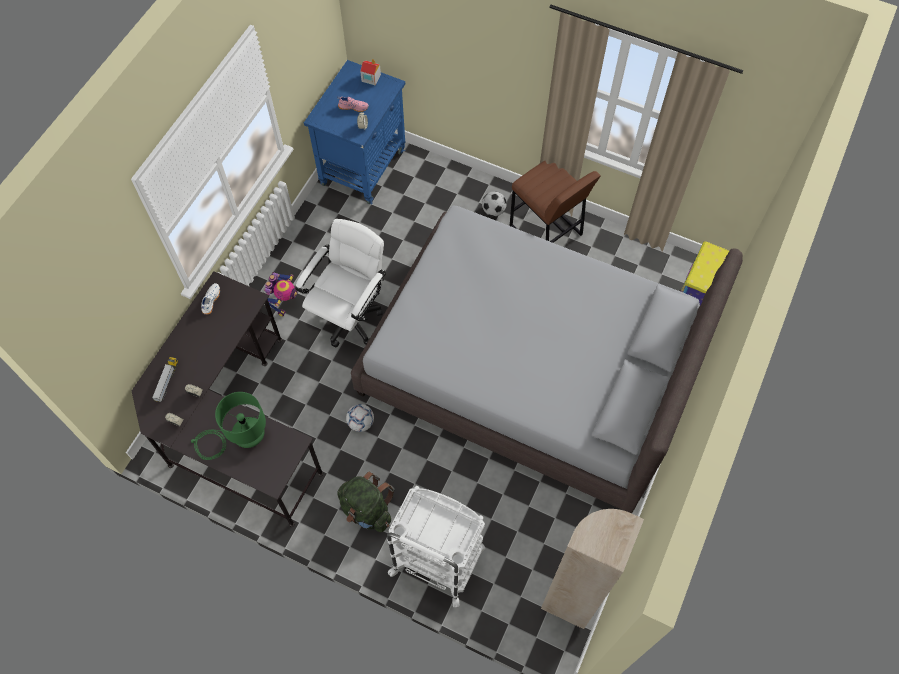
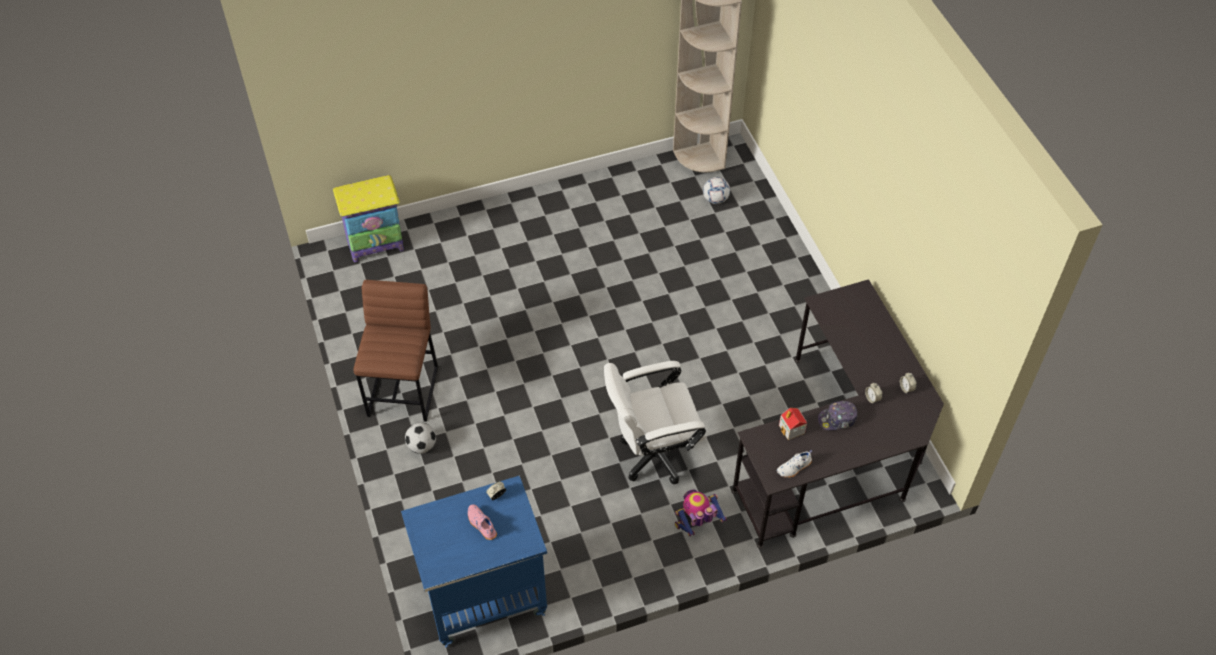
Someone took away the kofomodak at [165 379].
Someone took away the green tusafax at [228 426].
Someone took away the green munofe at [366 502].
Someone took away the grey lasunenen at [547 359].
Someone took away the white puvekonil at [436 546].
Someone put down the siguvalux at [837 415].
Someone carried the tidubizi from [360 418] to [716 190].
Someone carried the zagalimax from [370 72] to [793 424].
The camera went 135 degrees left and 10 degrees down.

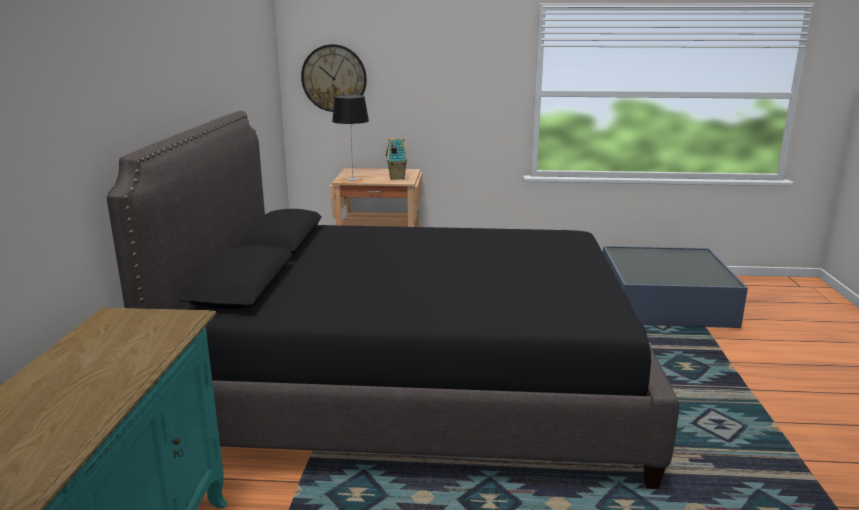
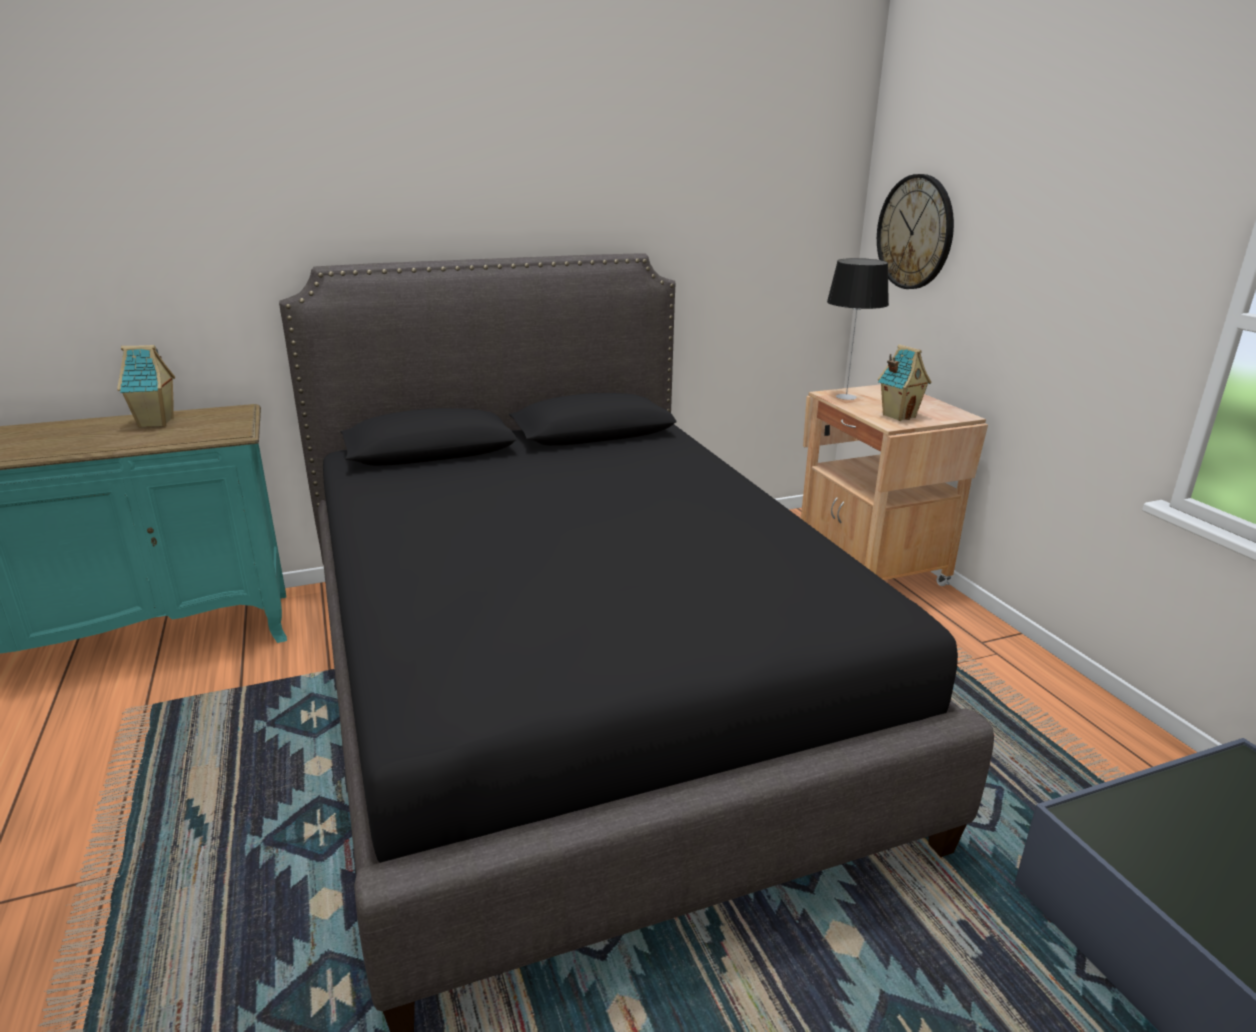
Someone put down the zagalimax at [146 386].
The camera went 65 degrees right and 5 degrees up.

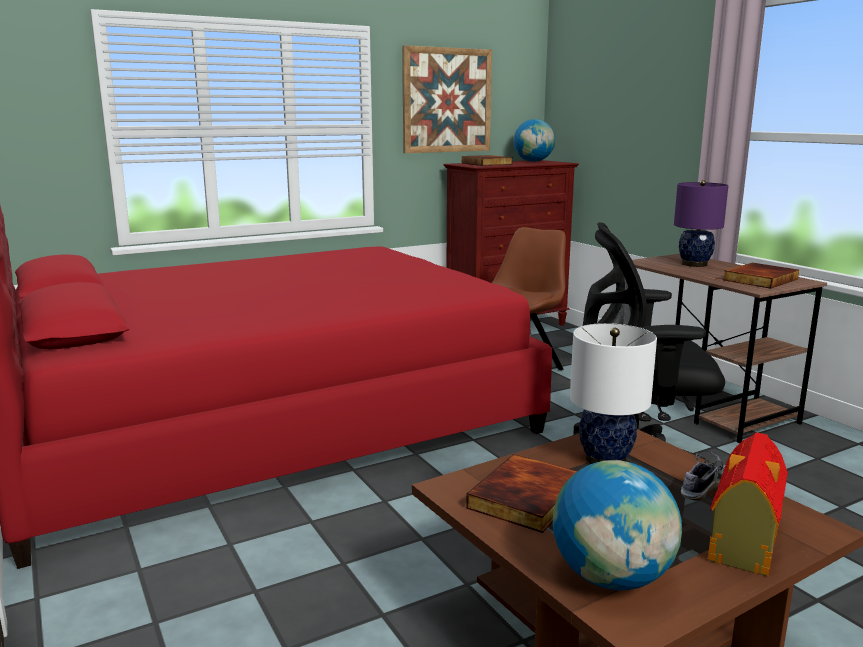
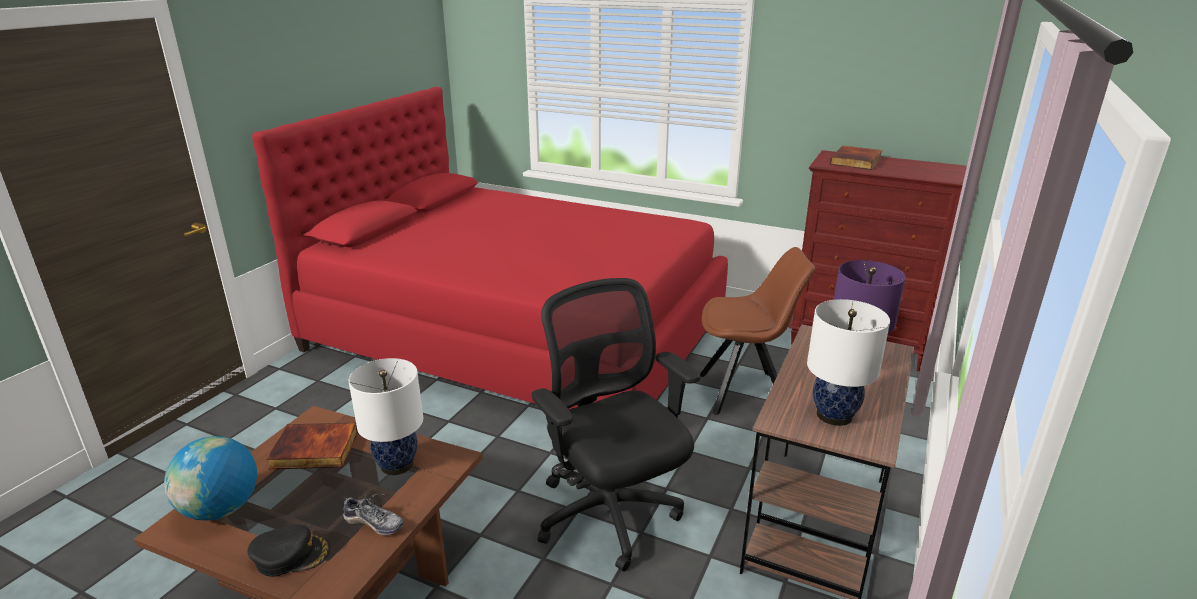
Someone took away the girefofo at [447 99].
Someone took away the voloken at [534 140].
Someone swapped the zagalimax at [748 504] for the black siguvalux at [288 550].
Someone swapped the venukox at [761 276] for the white tusafax at [848 362].
The camera went 55 degrees right and 10 degrees up.

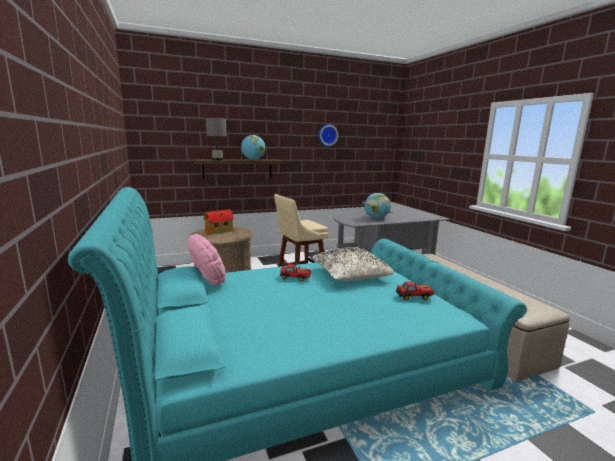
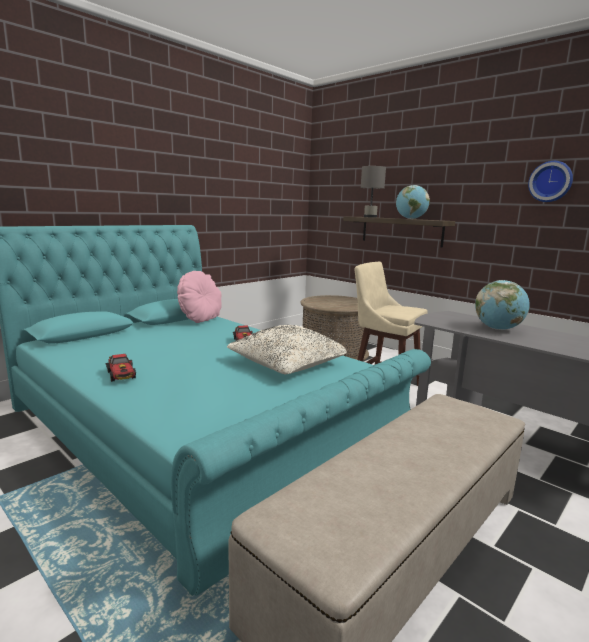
Someone took away the zagalimax at [219 222].
Someone carried the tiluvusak from [415 291] to [120 368].
The camera went 65 degrees right and 0 degrees up.

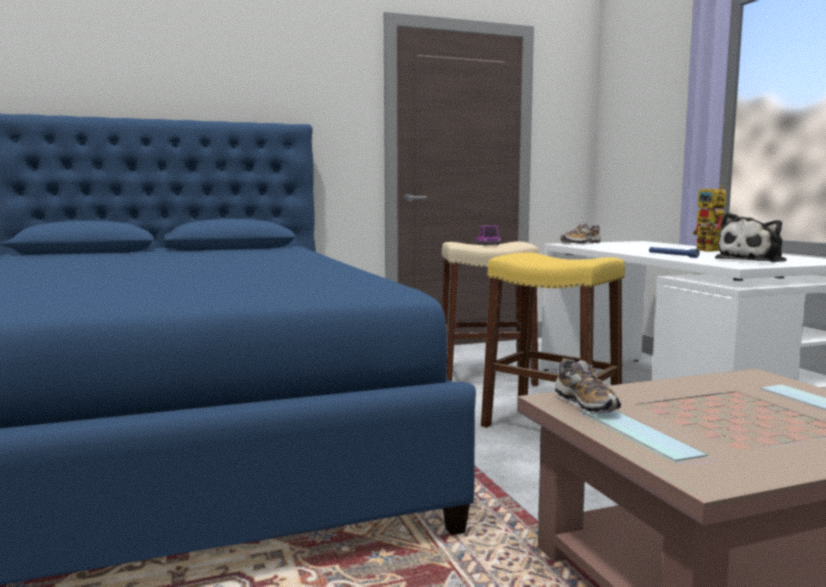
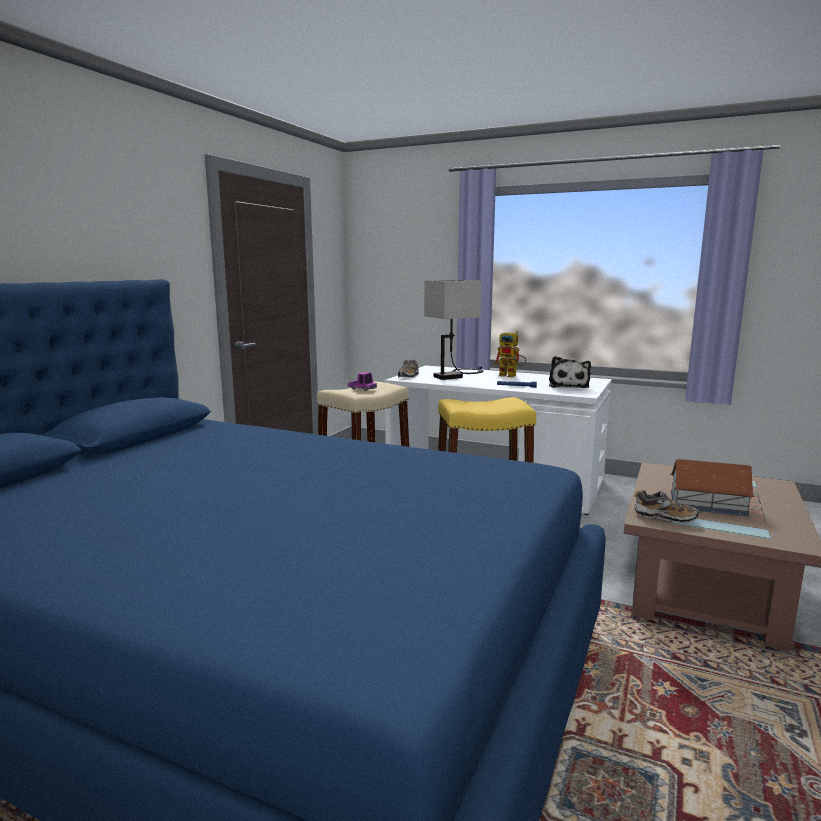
Someone put down the tusafax at [453 330].
Someone put down the zagalimax at [712 488].
The camera went 45 degrees left and 5 degrees up.

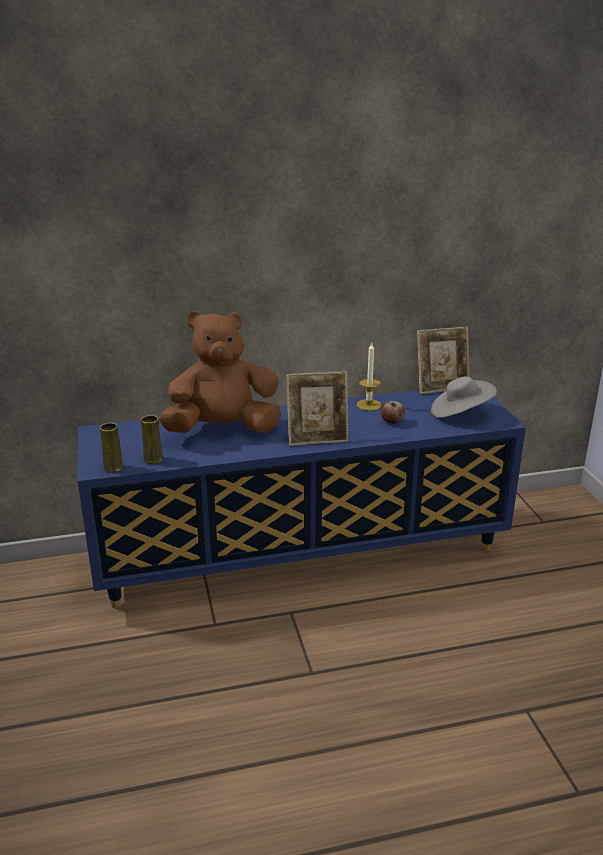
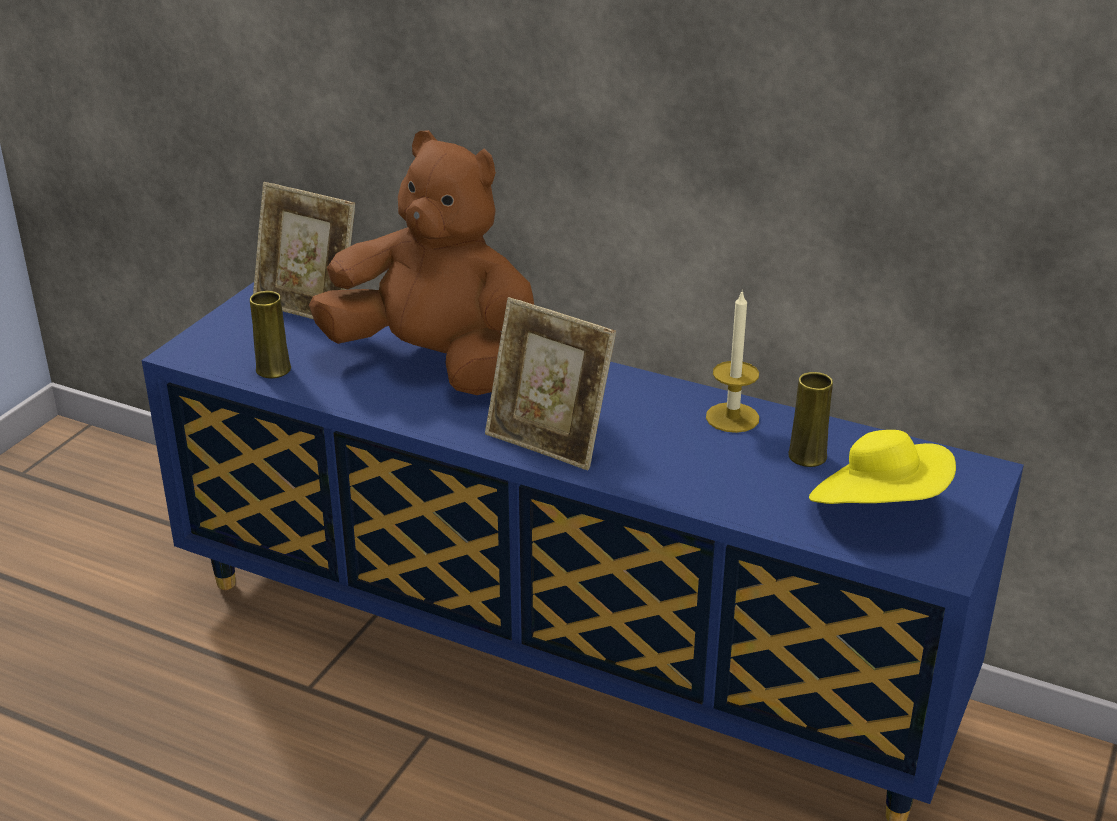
Someone took away the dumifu at [393 412].
Someone carried the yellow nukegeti from [112 448] to [810 419].
Someone carried the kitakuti from [443 360] to [304 250].
Someone repainted the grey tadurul at [464 397], which became the yellow tadurul at [882 467].
The camera went 40 degrees right and 5 degrees up.

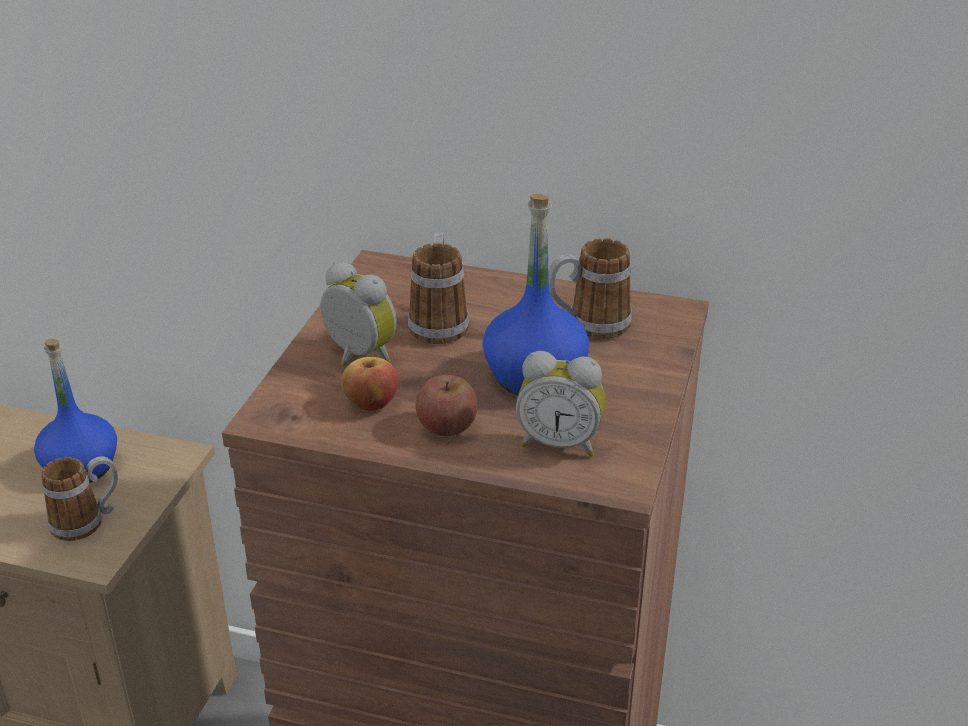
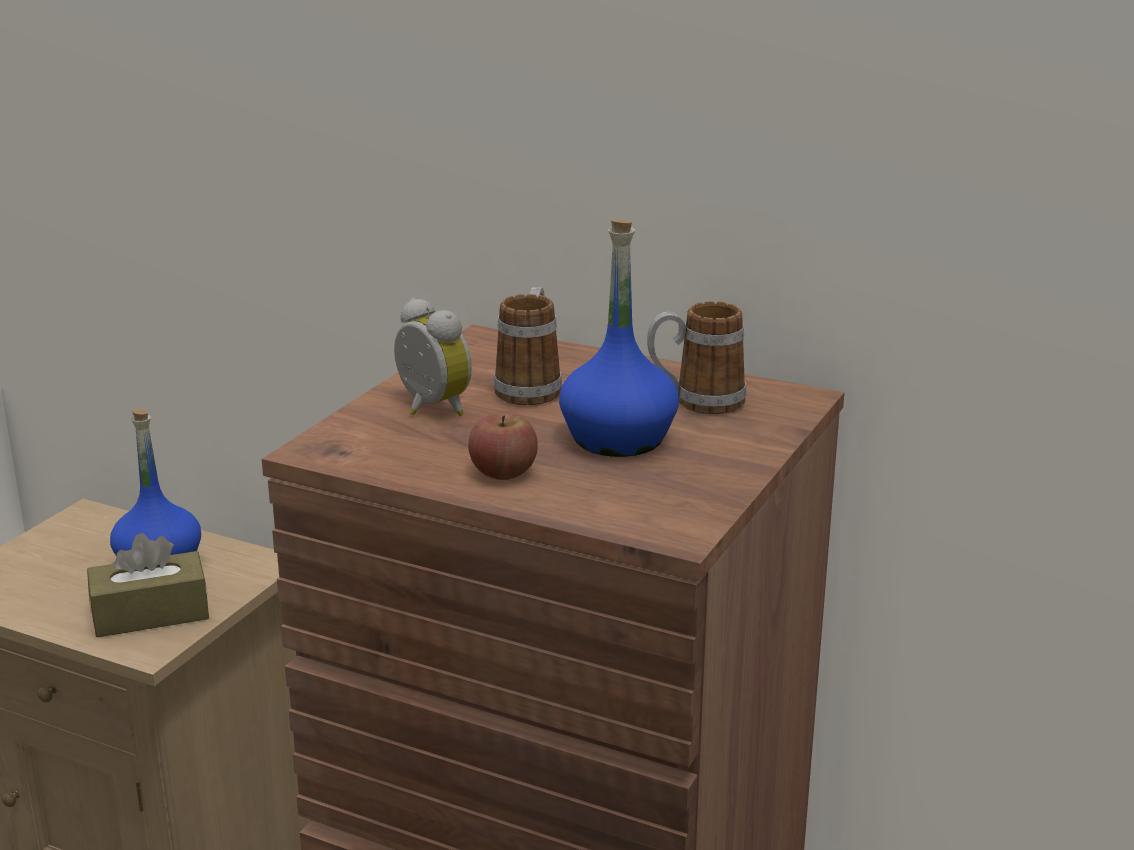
Someone took away the dumifu at [370 384].
Someone took away the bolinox at [560 404].
Someone swapped the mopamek at [79 498] for the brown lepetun at [148 585].
The camera went 10 degrees right and 10 degrees down.

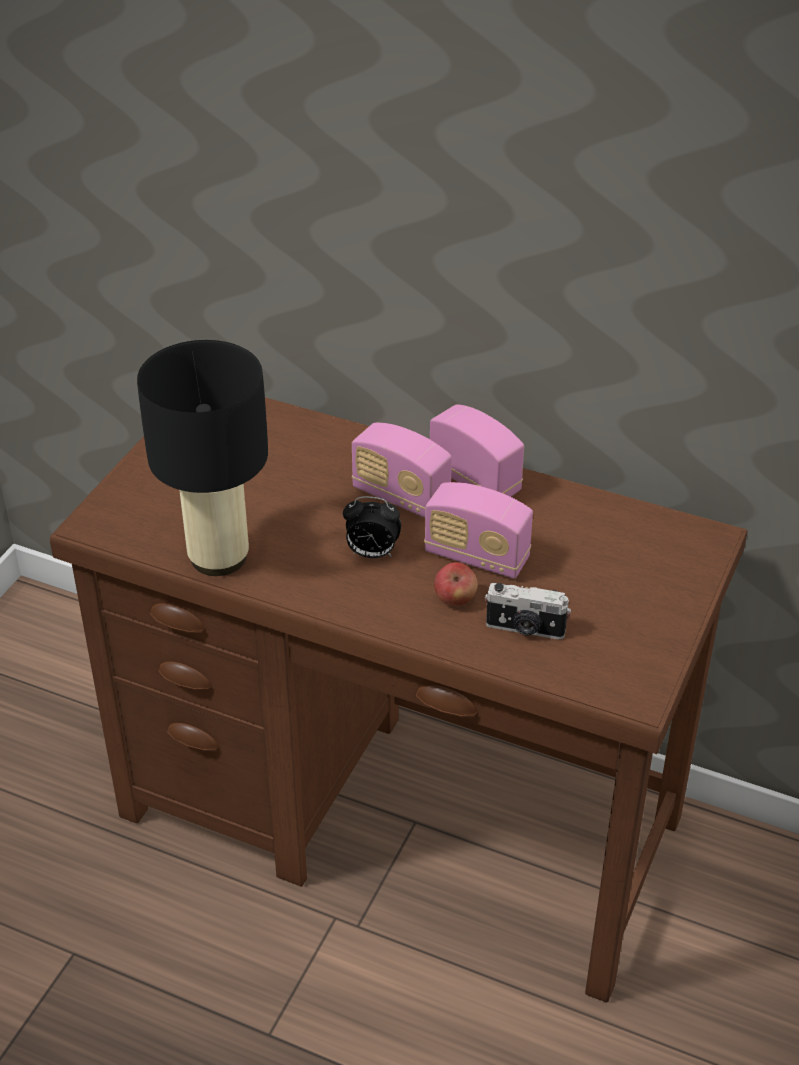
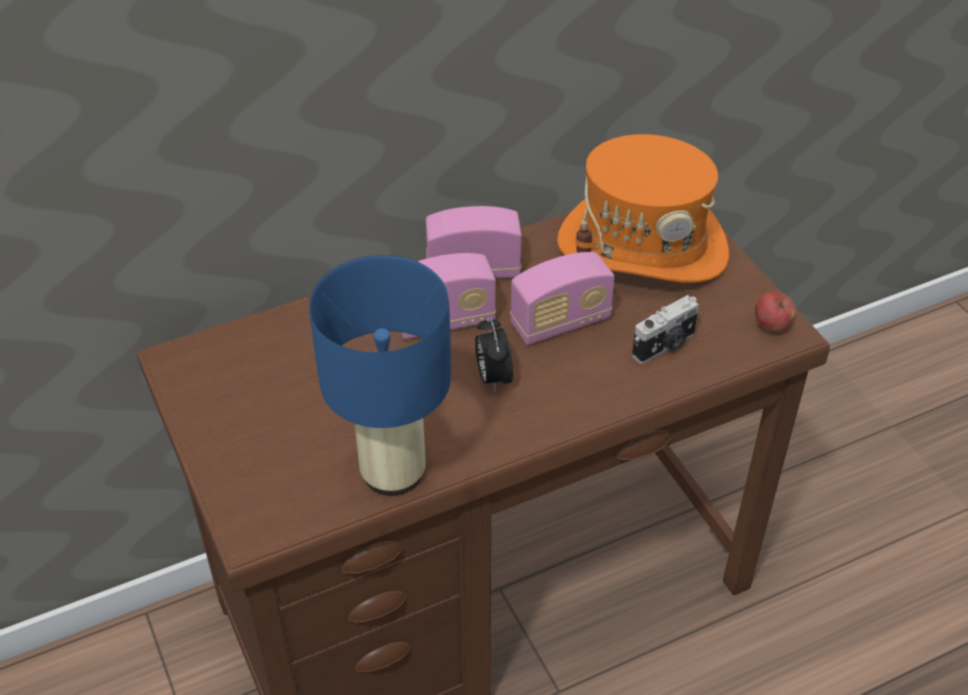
Someone put down the orange tadurul at [643 208].
Someone carried the dumifu from [456 584] to [775 311].
Someone repainted the black tusafax at [202 458], which became the blue tusafax at [380 375].
Someone rotated the bolinox at [372 527] by 120 degrees clockwise.
The camera went 50 degrees left and 5 degrees up.

